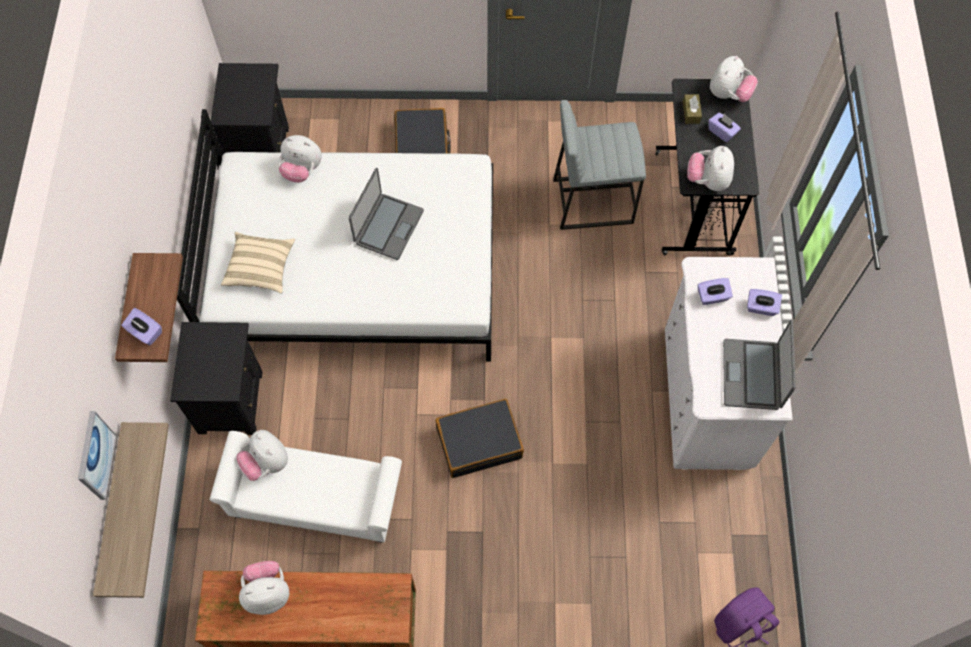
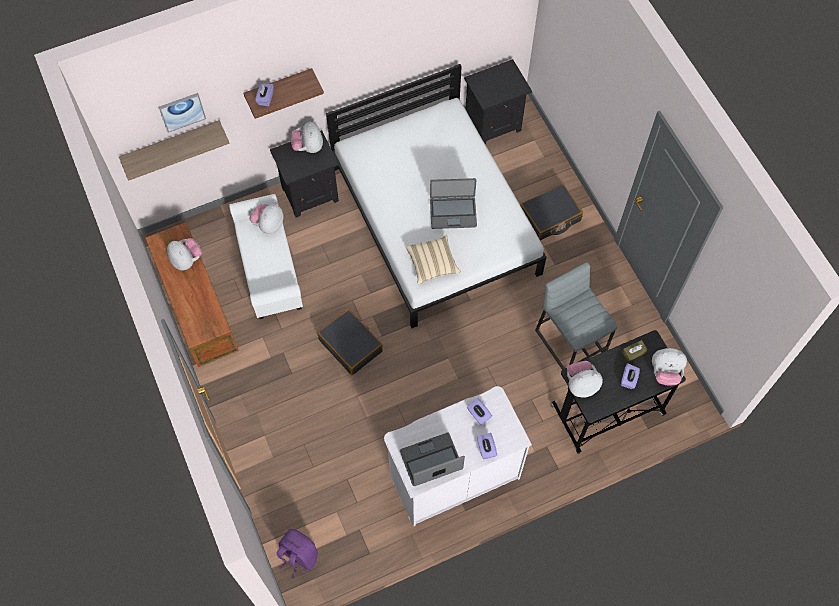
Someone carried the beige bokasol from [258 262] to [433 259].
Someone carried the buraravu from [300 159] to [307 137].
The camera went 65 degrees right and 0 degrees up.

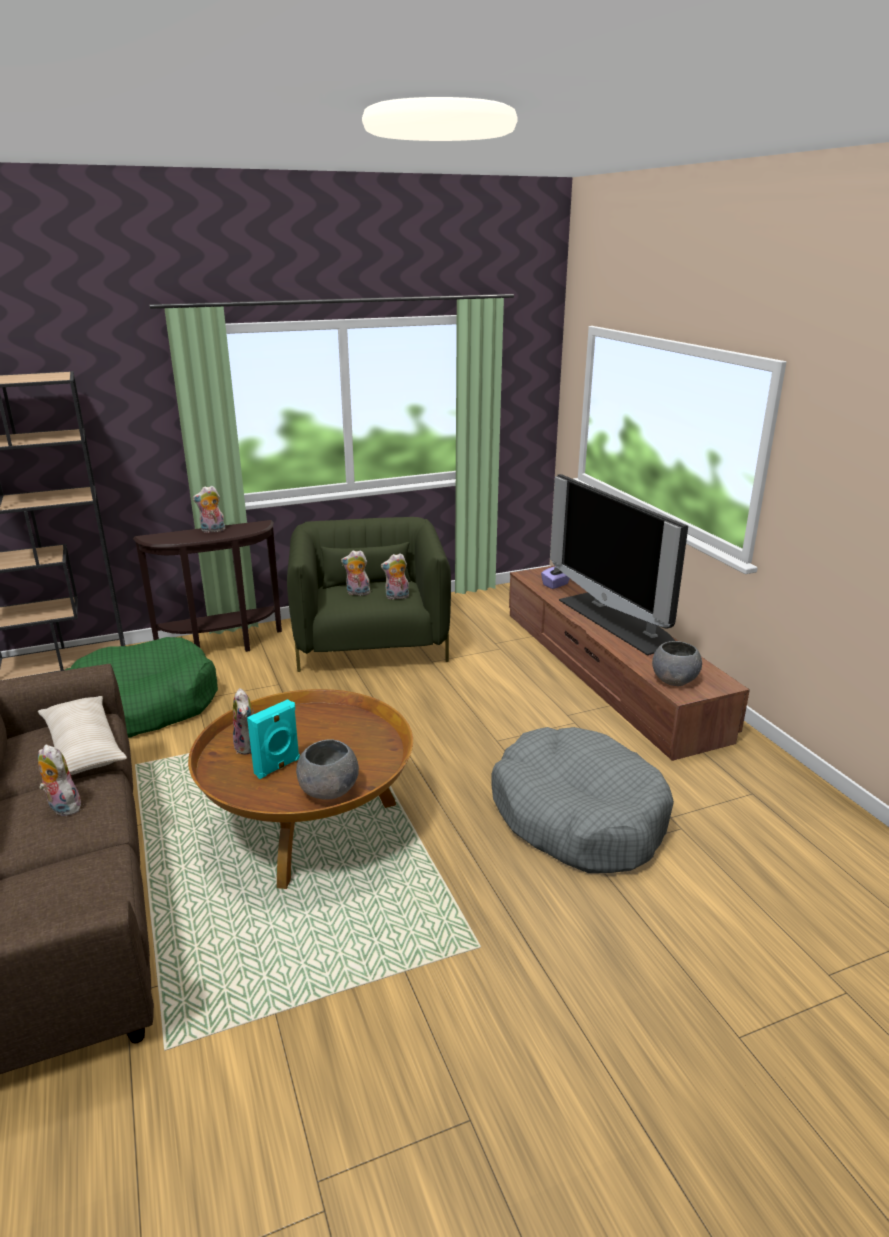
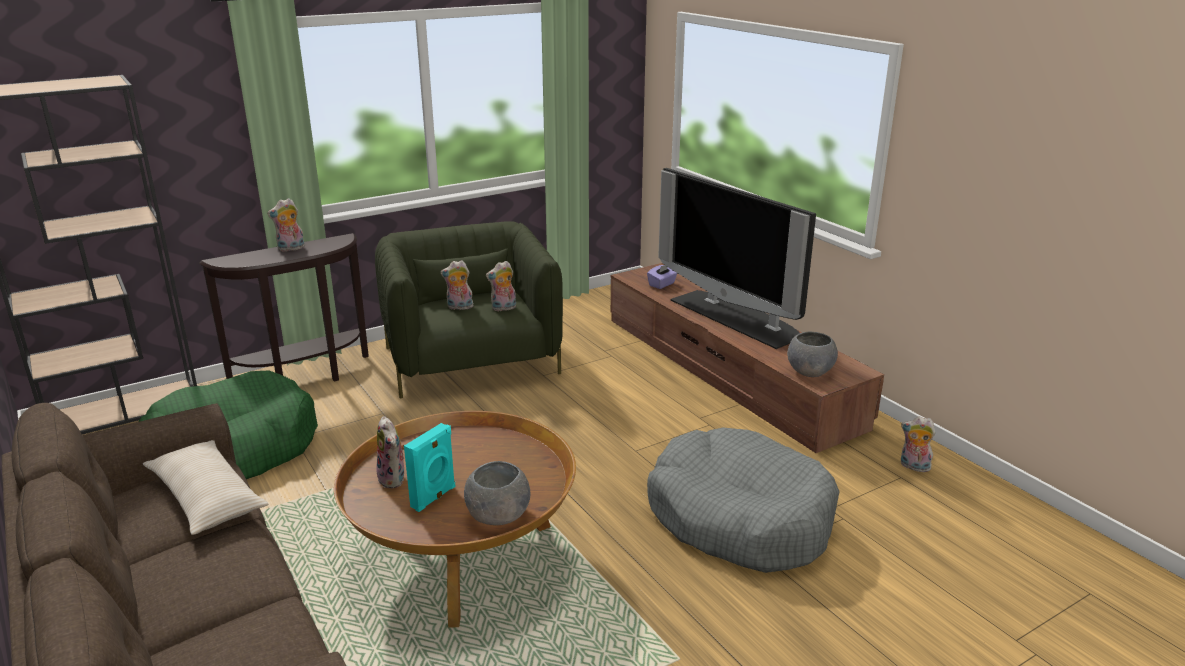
Someone carried the buraravu from [59 780] to [918 444].
The camera went 10 degrees left and 0 degrees up.

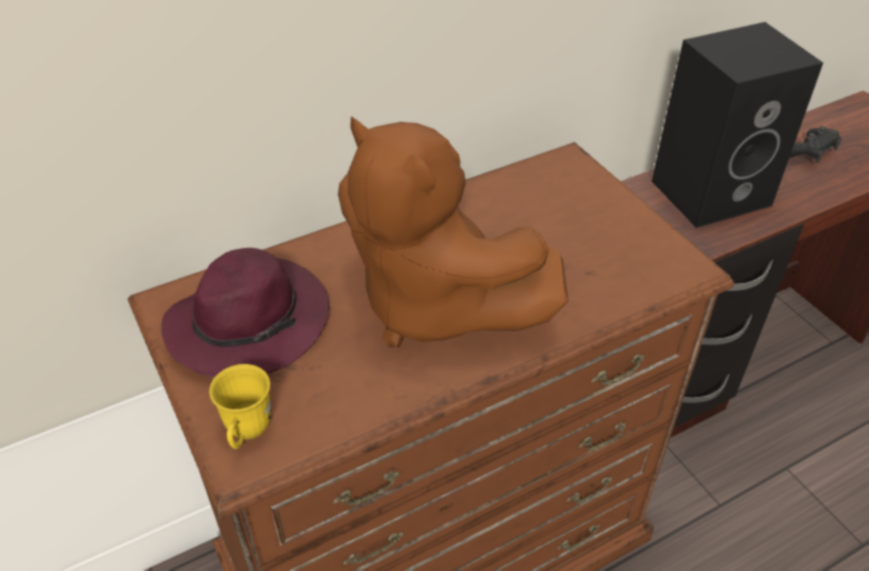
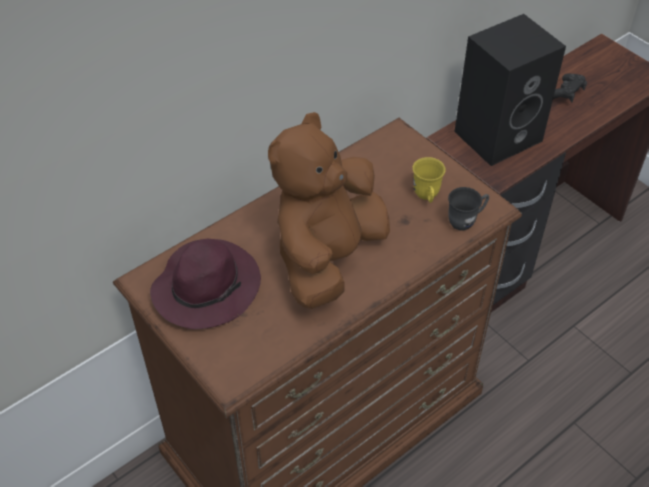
Someone put down the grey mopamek at [468 209].
Someone carried the yellow mopamek from [240 406] to [429 180].
Someone rotated the brown buraravu at [453 231] by 90 degrees clockwise.
The camera went 10 degrees left and 5 degrees up.

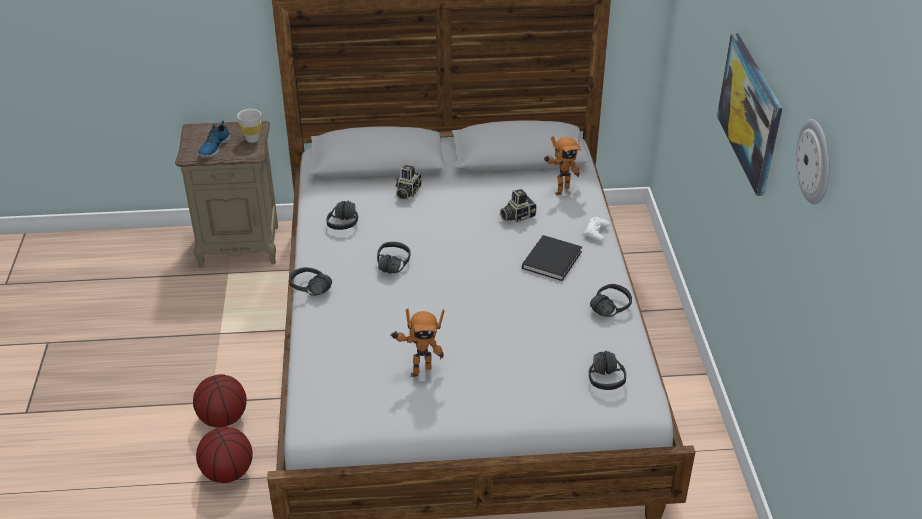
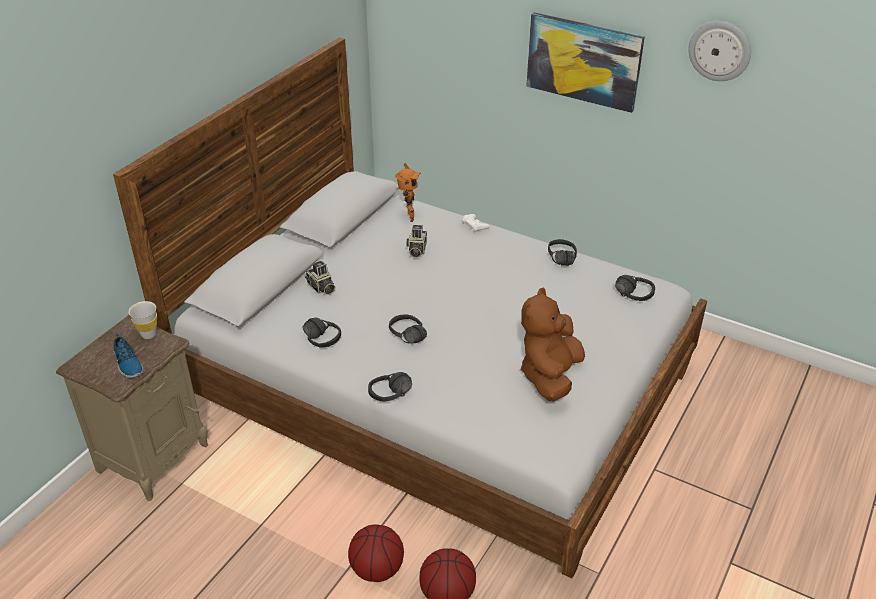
Someone took away the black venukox at [552 258].
Someone swapped the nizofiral at [417 342] for the brown buraravu at [553 344].
The camera went 55 degrees left and 0 degrees up.

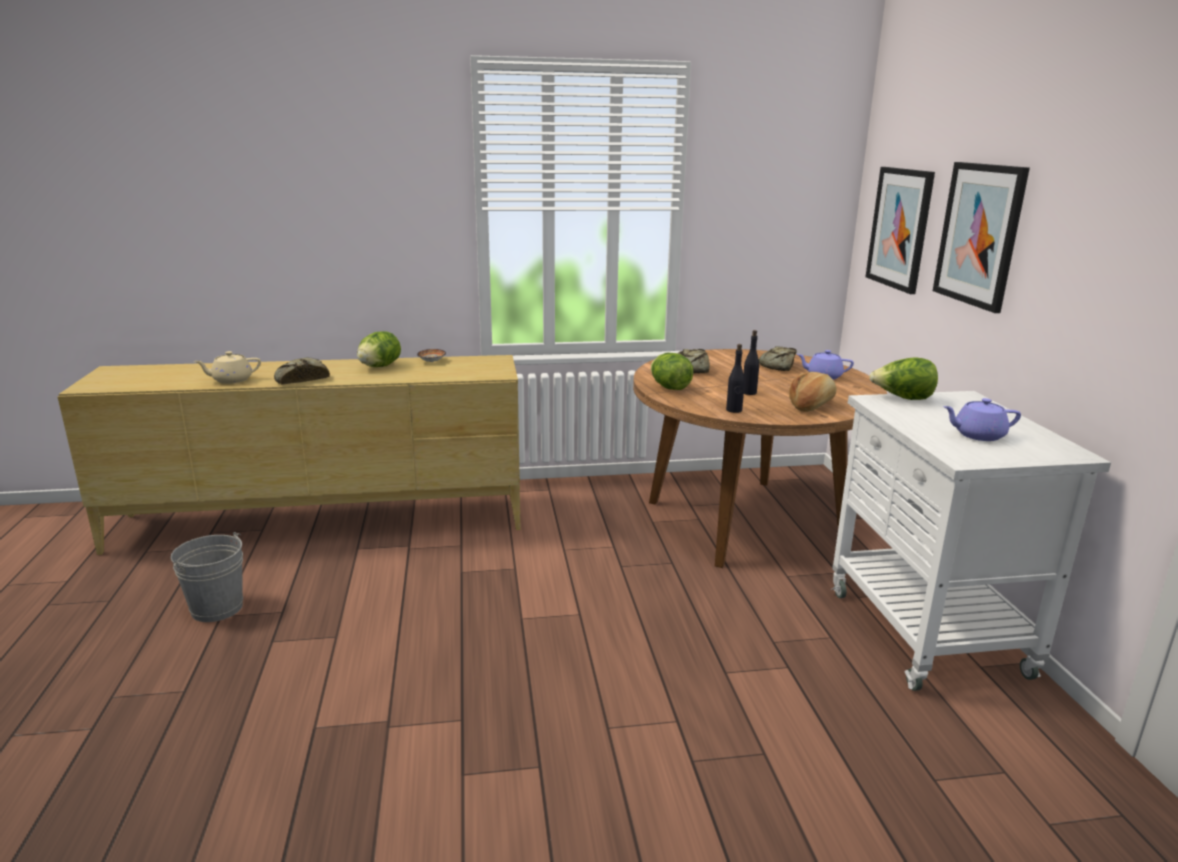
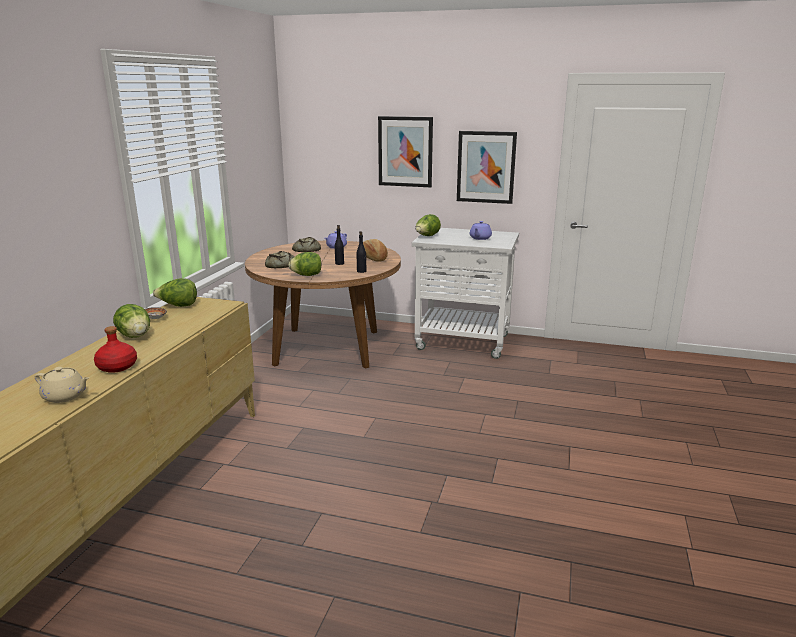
Someone took away the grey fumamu at [207 577].
Someone put down the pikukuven at [175 292].
Someone carried the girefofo from [900 230] to [487 167].
Someone swapped the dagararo at [302 371] for the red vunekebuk at [115 349].
Someone rotated the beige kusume at [227 367] by 75 degrees counterclockwise.
The camera went 65 degrees left and 0 degrees up.

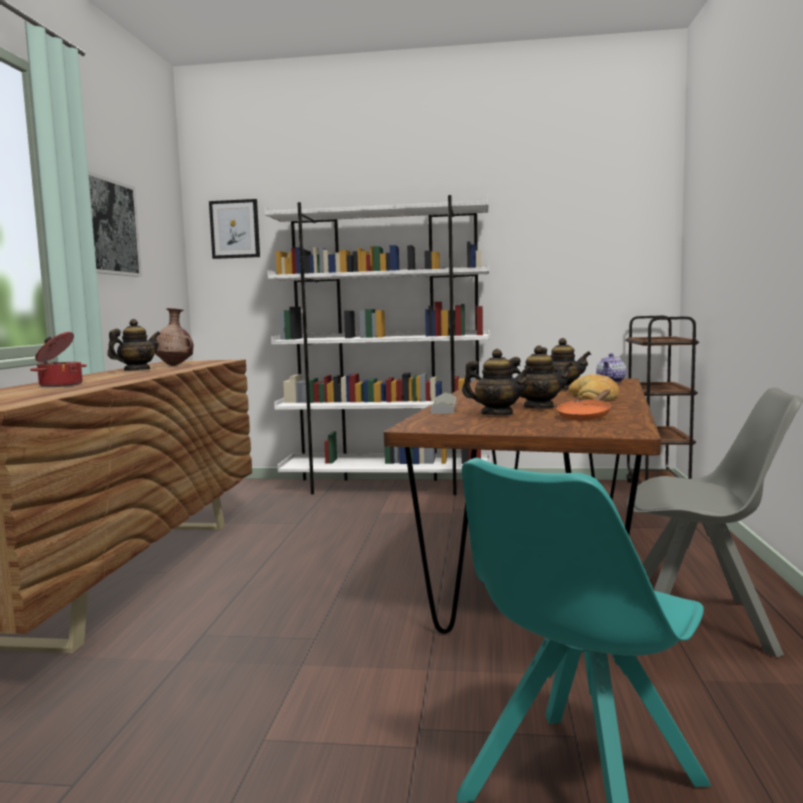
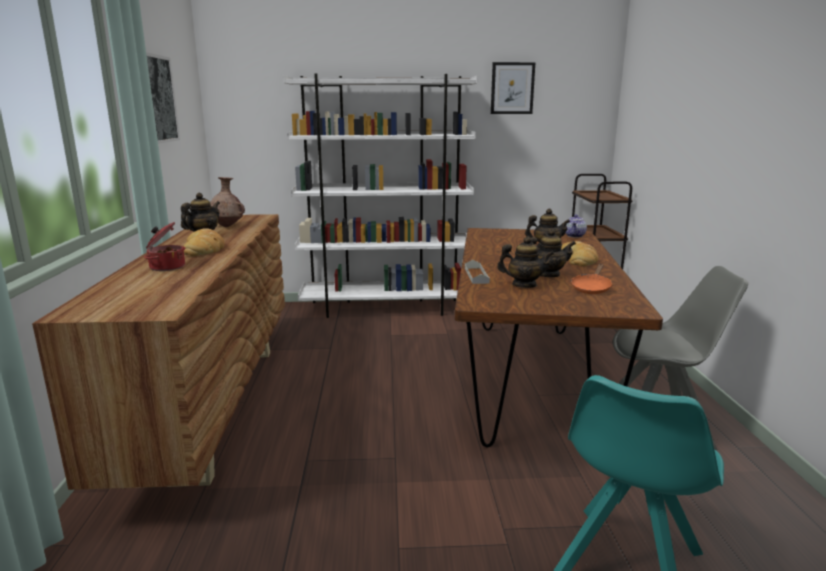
Someone put down the dagararo at [204 242].
Someone carried the girefofo from [234 229] to [513 88].
The camera went 10 degrees left and 10 degrees up.

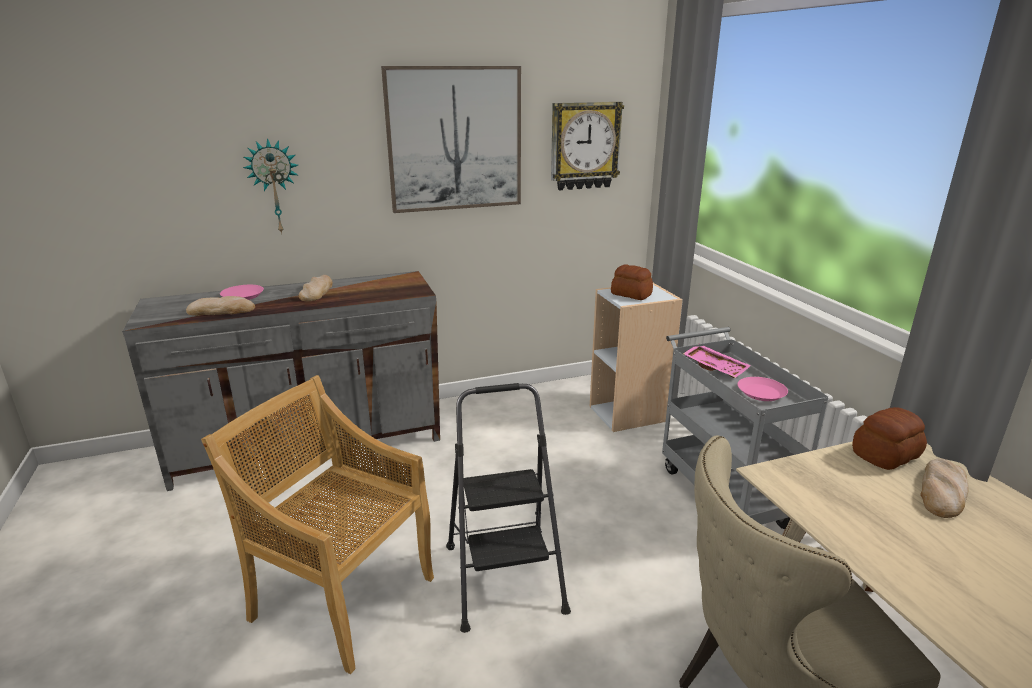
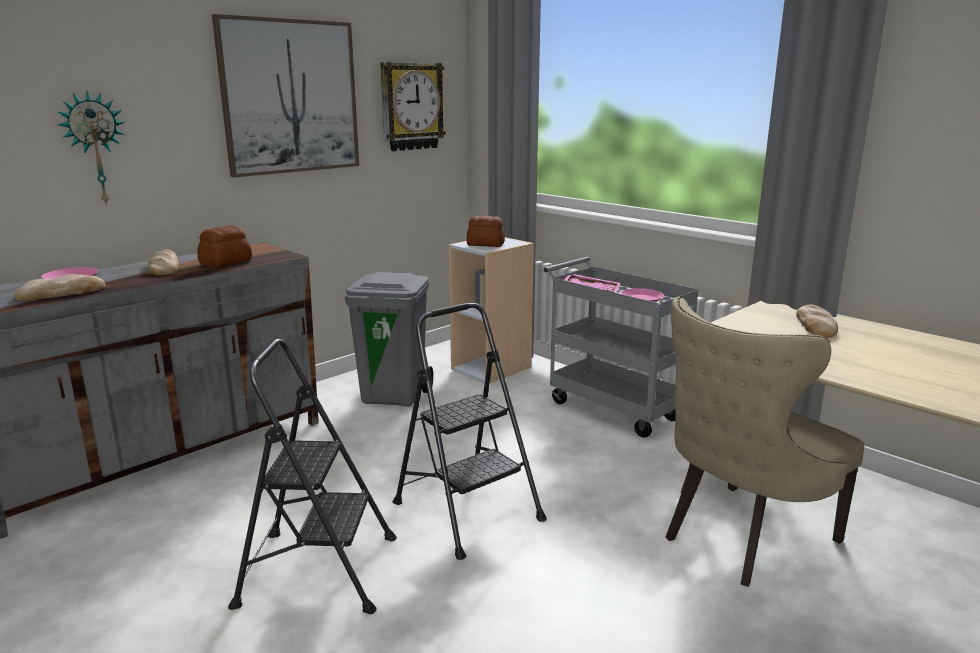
Someone put down the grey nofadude at [389 339].
Someone carried the dagararo from [889 438] to [224 246].
Someone swapped the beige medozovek at [317 524] for the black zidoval at [312 476].
The camera went 25 degrees left and 5 degrees down.

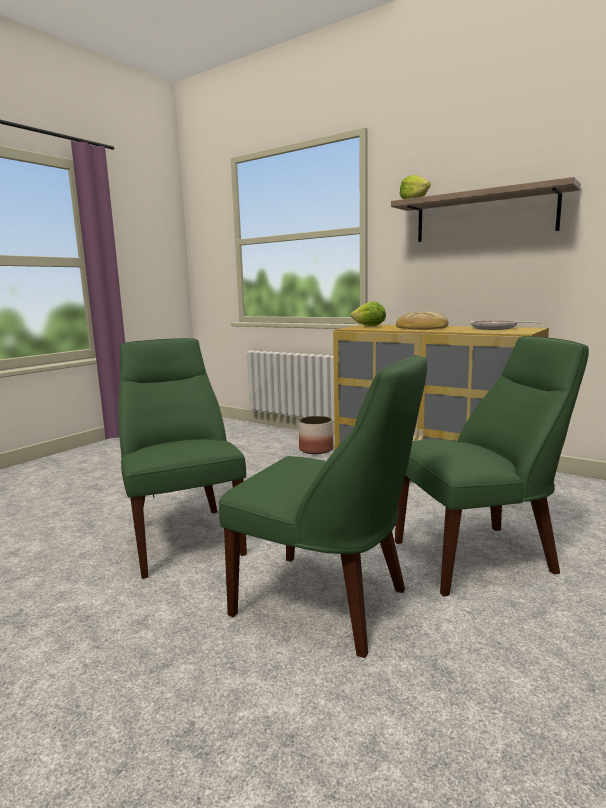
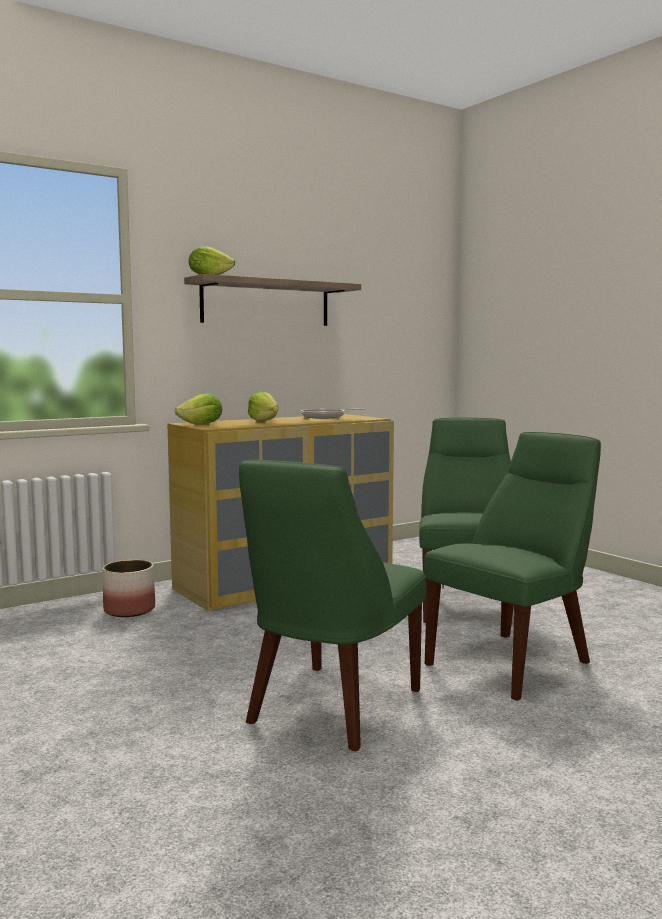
Someone swapped the dagararo at [422 320] for the pikukuven at [263 407].
Someone rotated the green medozovek at [182 458] by 60 degrees counterclockwise.
The camera went 70 degrees left and 5 degrees down.

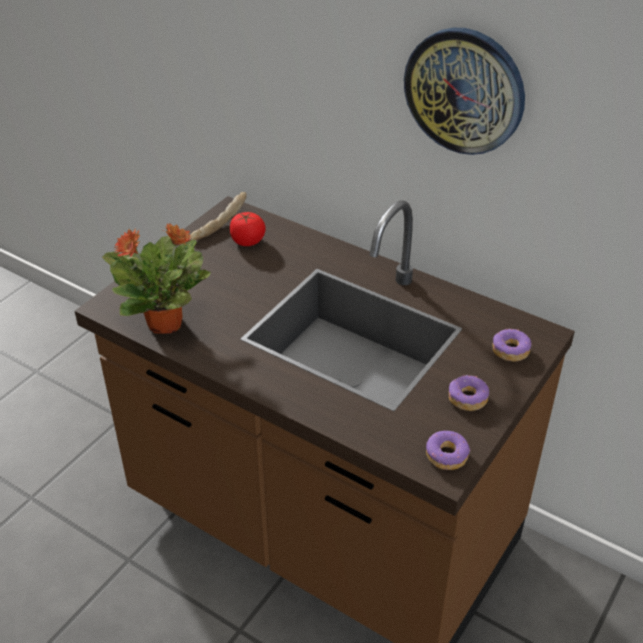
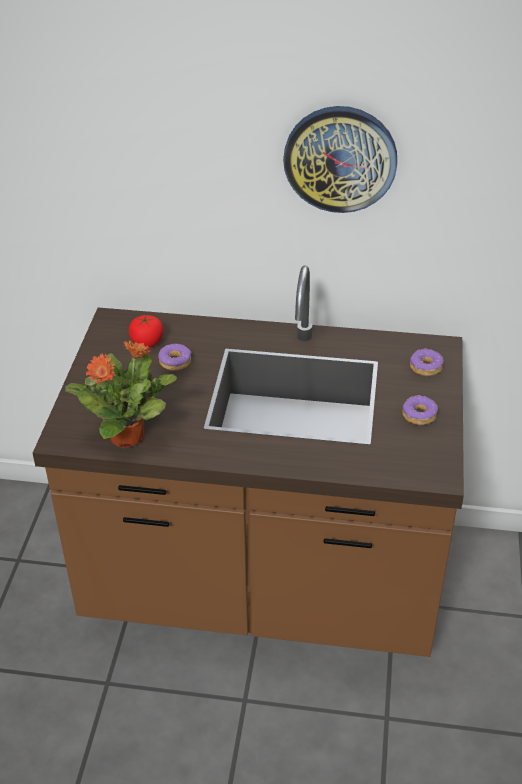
Someone took away the dagararo at [218 216].
Someone carried the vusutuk from [448 450] to [175 357].
The camera went 25 degrees left and 0 degrees up.

